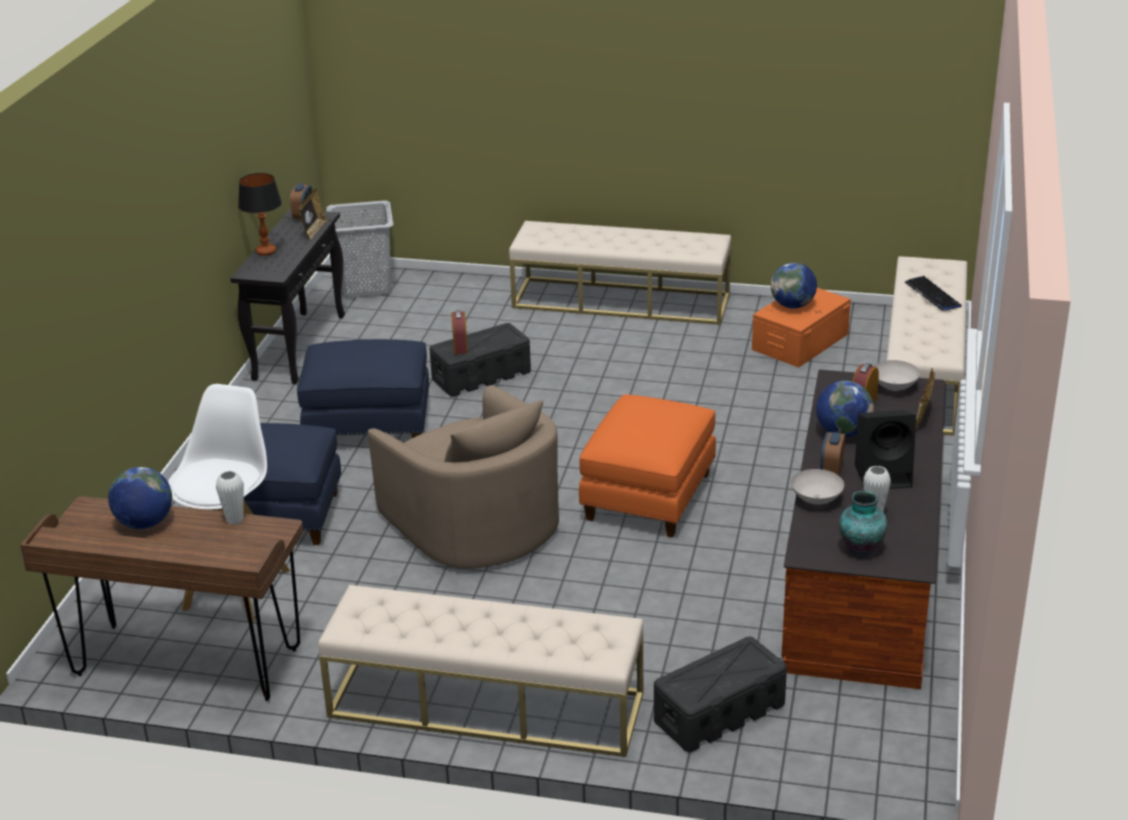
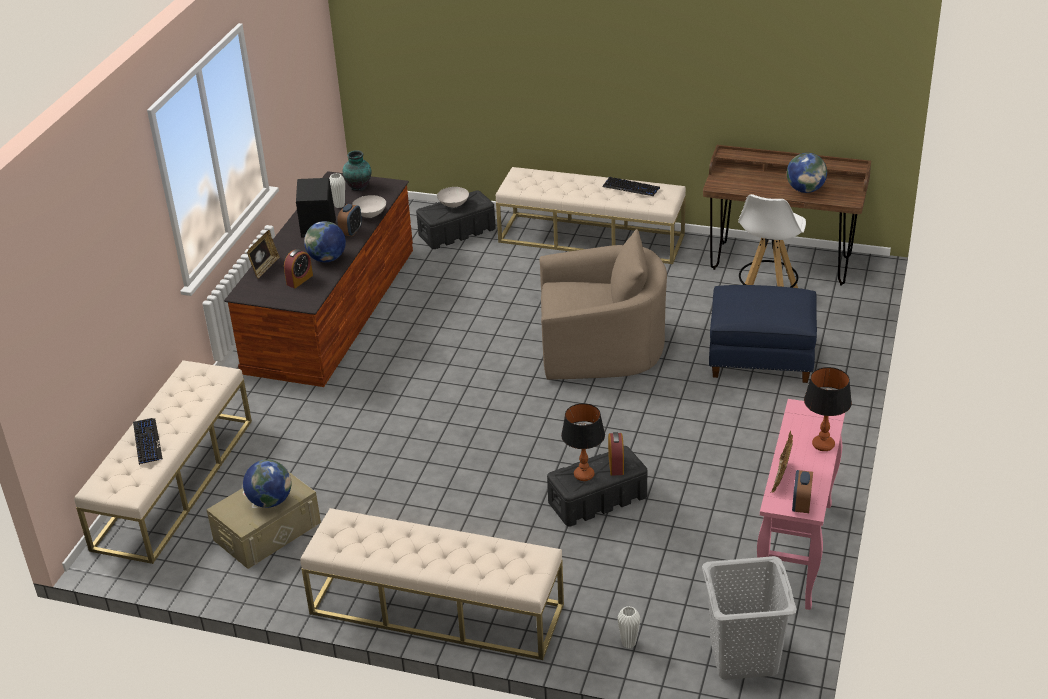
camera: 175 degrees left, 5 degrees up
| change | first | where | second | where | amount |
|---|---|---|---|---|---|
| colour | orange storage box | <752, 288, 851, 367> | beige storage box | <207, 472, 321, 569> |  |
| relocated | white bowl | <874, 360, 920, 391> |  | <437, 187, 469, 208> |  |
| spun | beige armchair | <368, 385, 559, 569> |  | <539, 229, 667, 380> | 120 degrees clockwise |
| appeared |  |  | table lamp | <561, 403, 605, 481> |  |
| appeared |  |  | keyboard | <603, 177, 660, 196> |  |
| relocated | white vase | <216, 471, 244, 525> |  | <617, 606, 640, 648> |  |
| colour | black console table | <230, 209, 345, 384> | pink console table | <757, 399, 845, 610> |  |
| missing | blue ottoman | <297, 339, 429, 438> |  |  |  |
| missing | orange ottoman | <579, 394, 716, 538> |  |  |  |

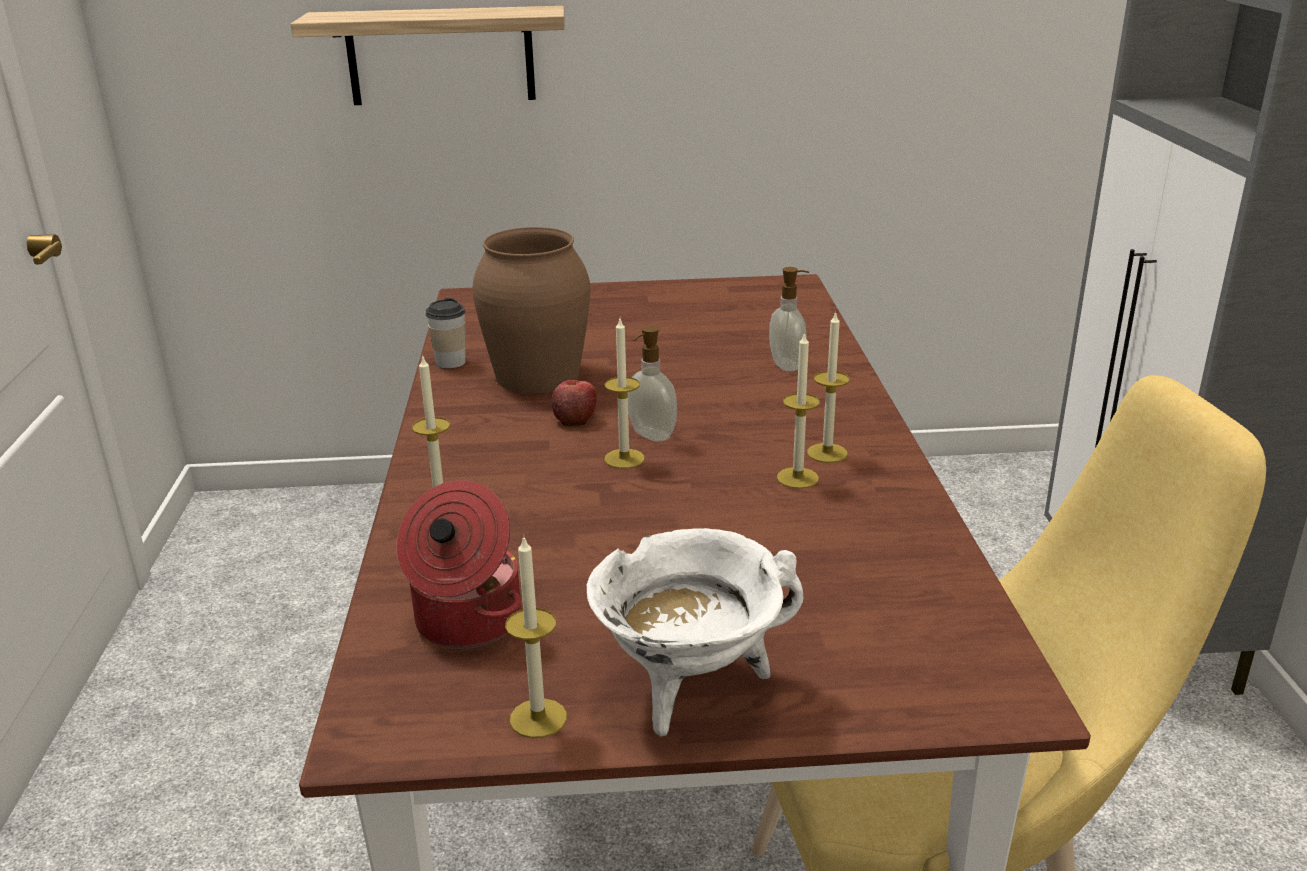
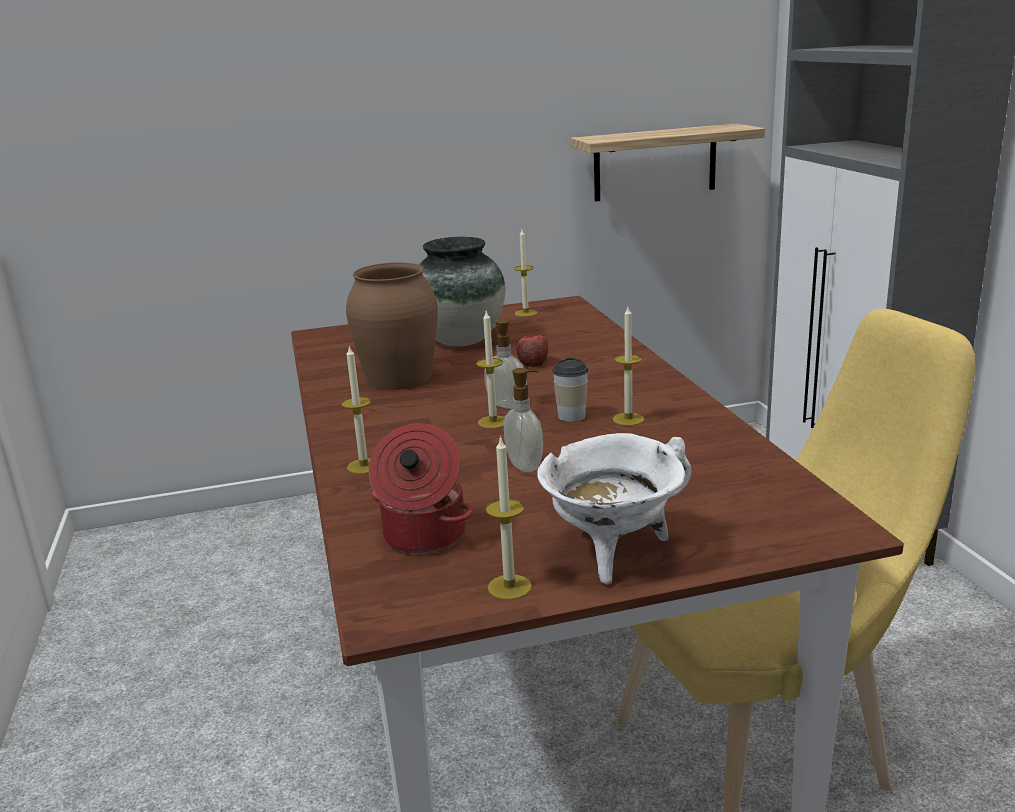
camera: 10 degrees left, 5 degrees down
| change | first | where | second | where | amount |
|---|---|---|---|---|---|
| appeared |  |  | vase | <418, 237, 505, 347> |  |
| relocated | soap dispenser | <769, 267, 809, 372> |  | <504, 368, 543, 472> |  |
| relocated | candle | <807, 311, 849, 463> |  | <514, 230, 537, 317> |  |
| relocated | apple | <551, 380, 597, 427> |  | <516, 335, 548, 367> |  |
| relocated | cup | <426, 298, 466, 368> |  | <552, 357, 588, 422> |  |
| relocated | shelf | <290, 6, 565, 105> |  | <571, 124, 765, 202> |  |

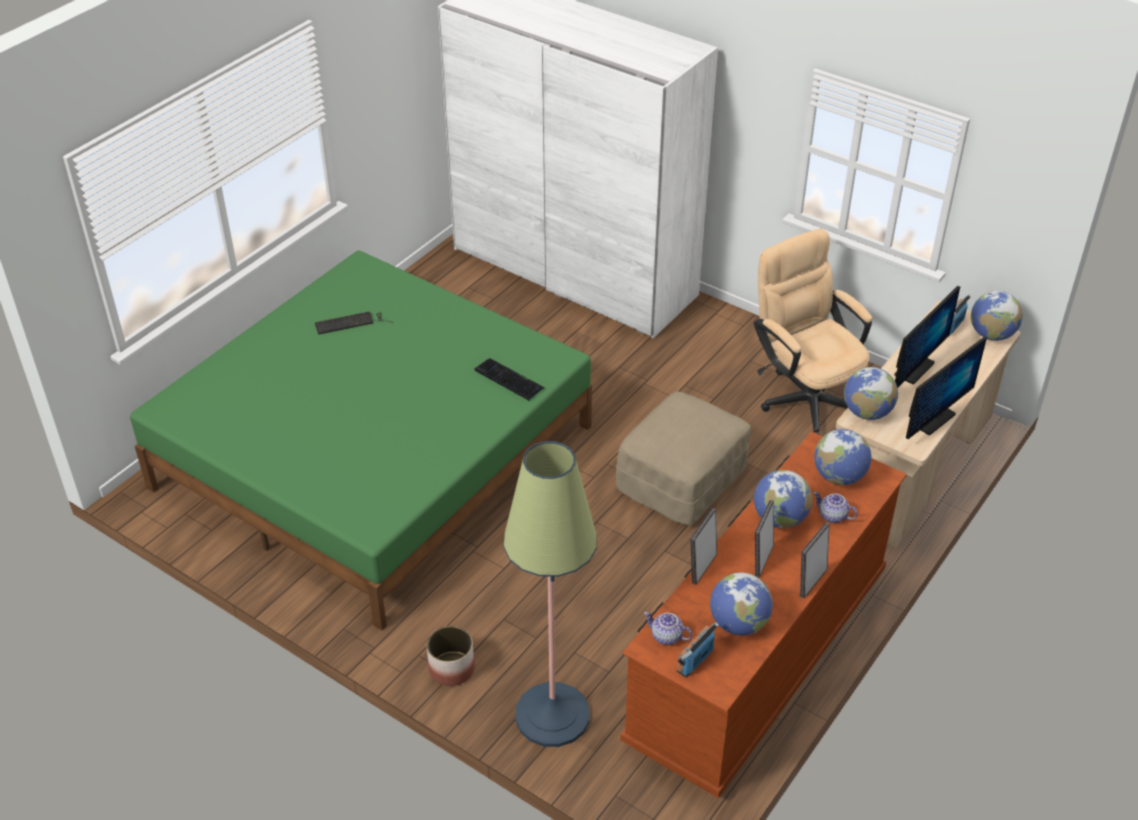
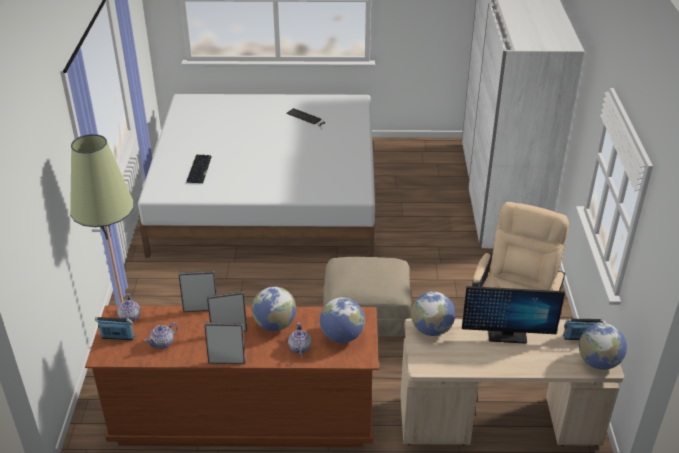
camera: 55 degrees right, 5 degrees down
| change | first | where | second | where | amount |
|---|---|---|---|---|---|
| colour | green bed | <130, 250, 592, 630> | white bed | <138, 94, 375, 258> |  |
| exchanged | globe | <710, 573, 773, 635> | teapot | <145, 322, 178, 349> |  |
| relocated | keyboard | <474, 358, 545, 401> |  | <186, 155, 212, 183> |  |
| missing | planter | <427, 626, 475, 686> |  |  |  |
| missing | monitor | <906, 337, 987, 439> |  |  |  |

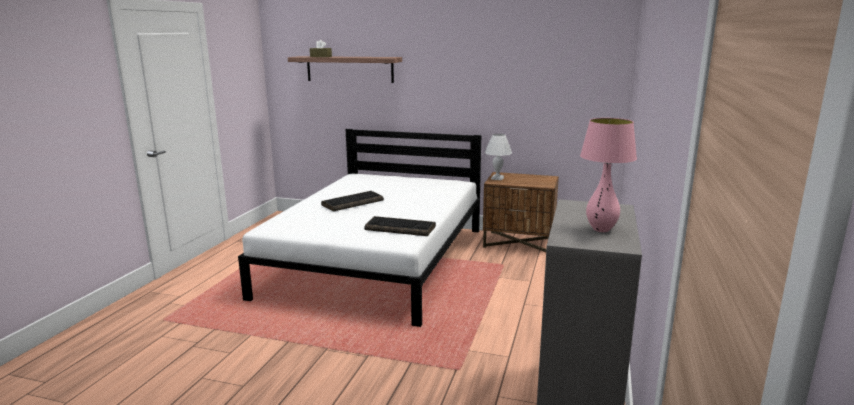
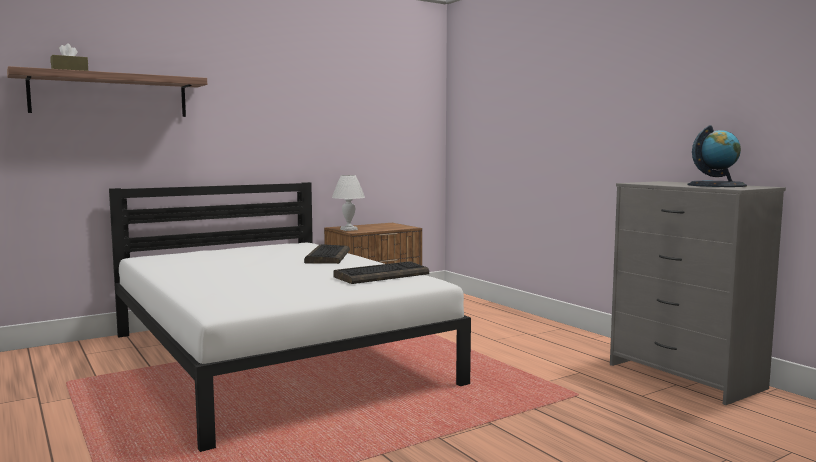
camera: 50 degrees left, 10 degrees down
| change | first | where | second | where | amount |
|---|---|---|---|---|---|
| relocated | keyboard | <321, 191, 384, 211> |  | <304, 244, 350, 264> |  |
| exchanged | pink table lamp | <580, 118, 637, 232> | globe | <688, 125, 747, 187> |  |

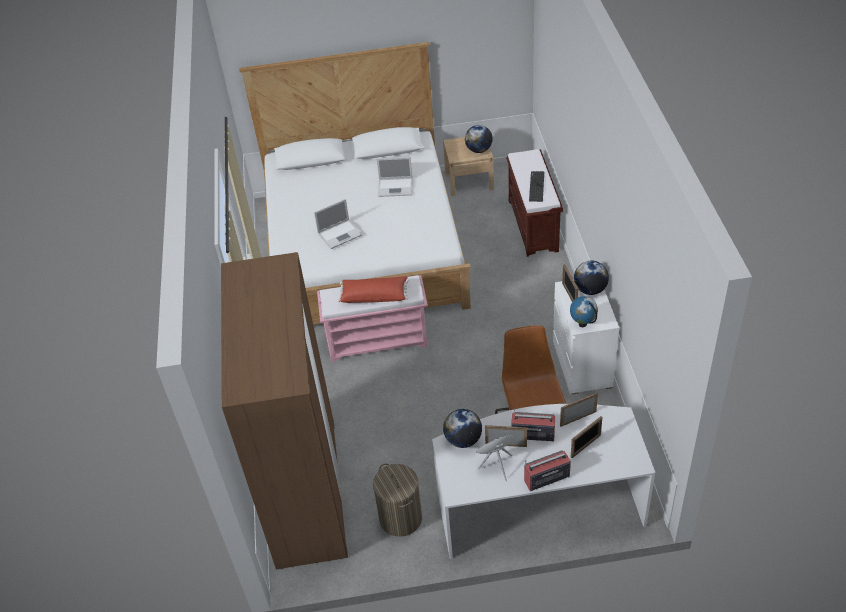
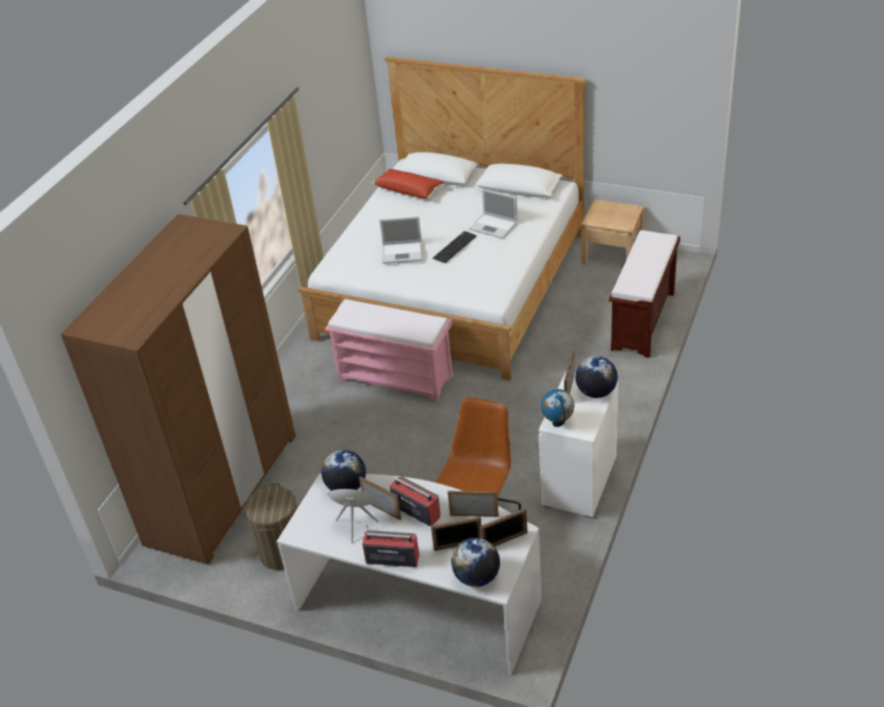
camera: 30 degrees right, 5 degrees down
| change | first | where | second | where | amount |
|---|---|---|---|---|---|
| relocated | red pillow | <337, 276, 410, 303> |  | <372, 169, 445, 199> |  |
| relocated | keyboard | <529, 171, 544, 202> |  | <433, 231, 476, 263> |  |
| relocated | globe | <465, 125, 493, 153> |  | <451, 538, 500, 587> |  |
| appeared |  |  | picture frame | <480, 508, 528, 547> |  |

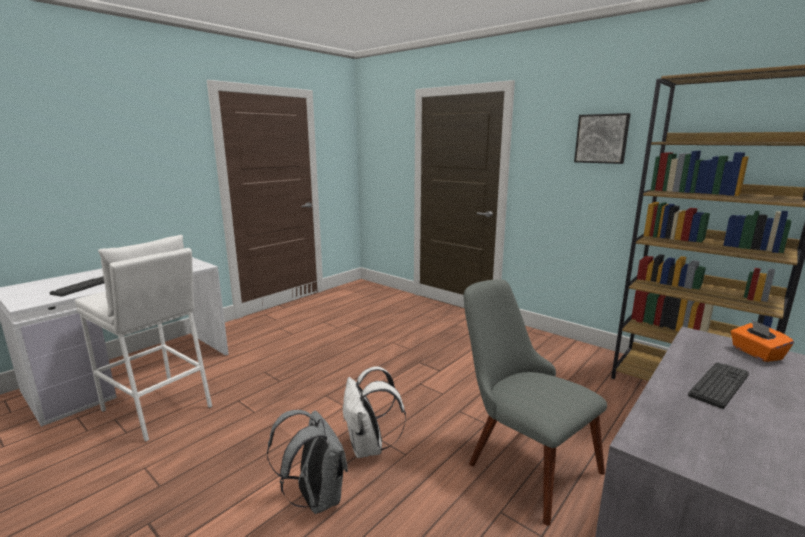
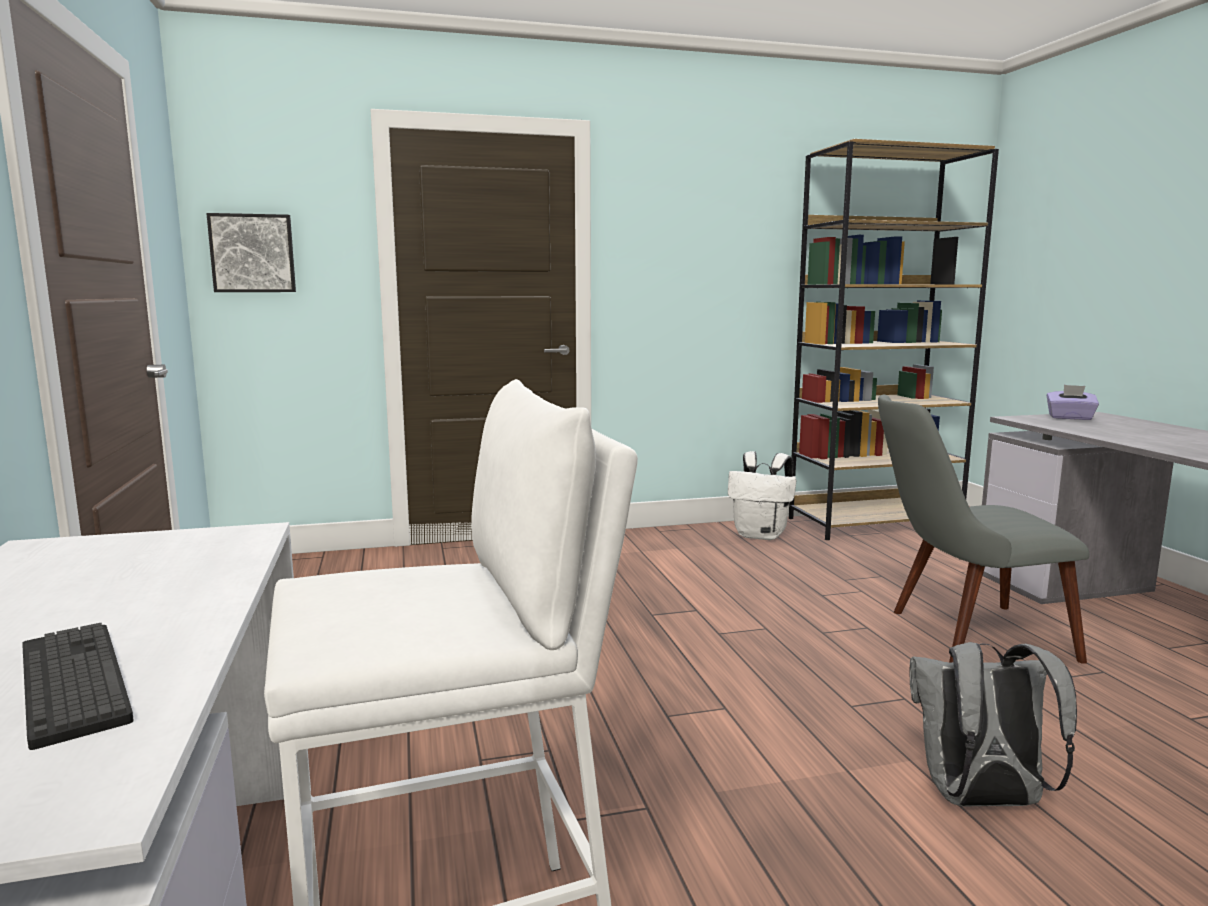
camera: 55 degrees left, 5 degrees down
| change | first | where | second | where | amount |
|---|---|---|---|---|---|
| relocated | picture | <574, 113, 631, 164> |  | <206, 213, 296, 292> |  |
| relocated | white backpack | <343, 366, 406, 458> |  | <728, 451, 796, 540> |  |
| colour | orange tissue box | <731, 320, 794, 362> | purple tissue box | <1047, 385, 1099, 420> |  |
| missing | keyboard | <688, 362, 749, 409> |  |  |  |

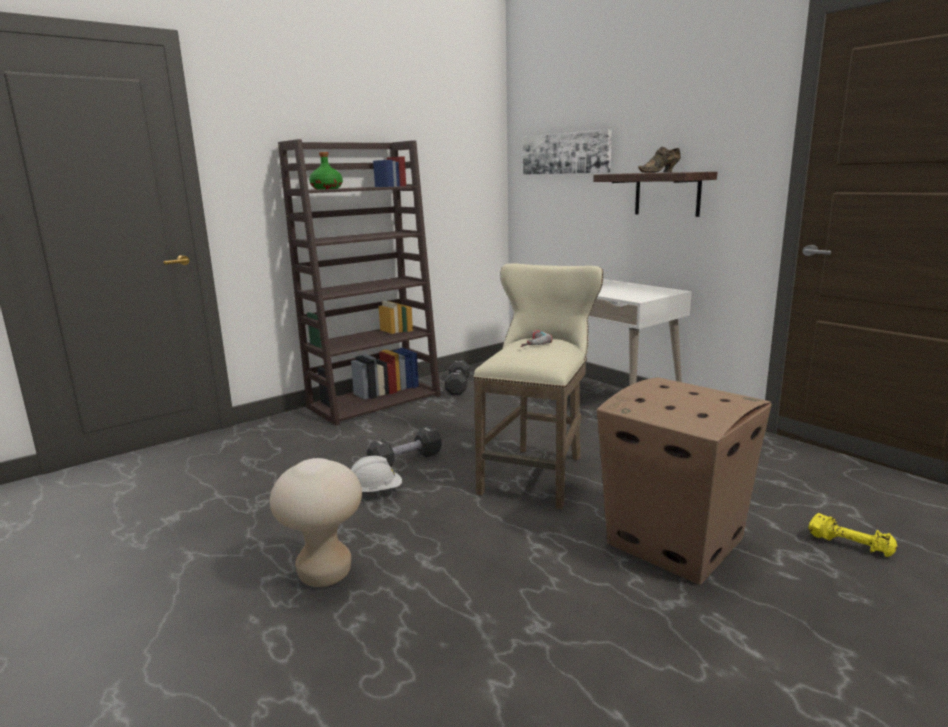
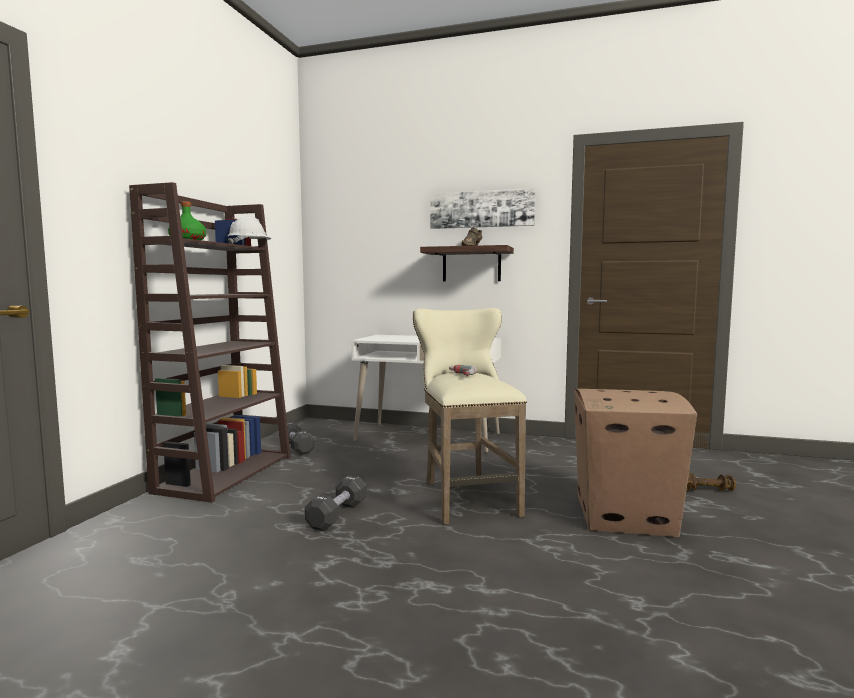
camera: 35 degrees left, 10 degrees down
| change | first | where | second | where | amount |
|---|---|---|---|---|---|
| relocated | white hard hat | <351, 456, 402, 492> |  | <228, 217, 271, 244> |  |
| relocated | picture | <523, 129, 612, 175> |  | <430, 188, 535, 229> |  |
| colour | yellow dumbbell | <808, 513, 897, 557> | brown dumbbell | <686, 473, 736, 491> |  |
| missing | beige stool | <270, 458, 362, 587> |  |  |  |

